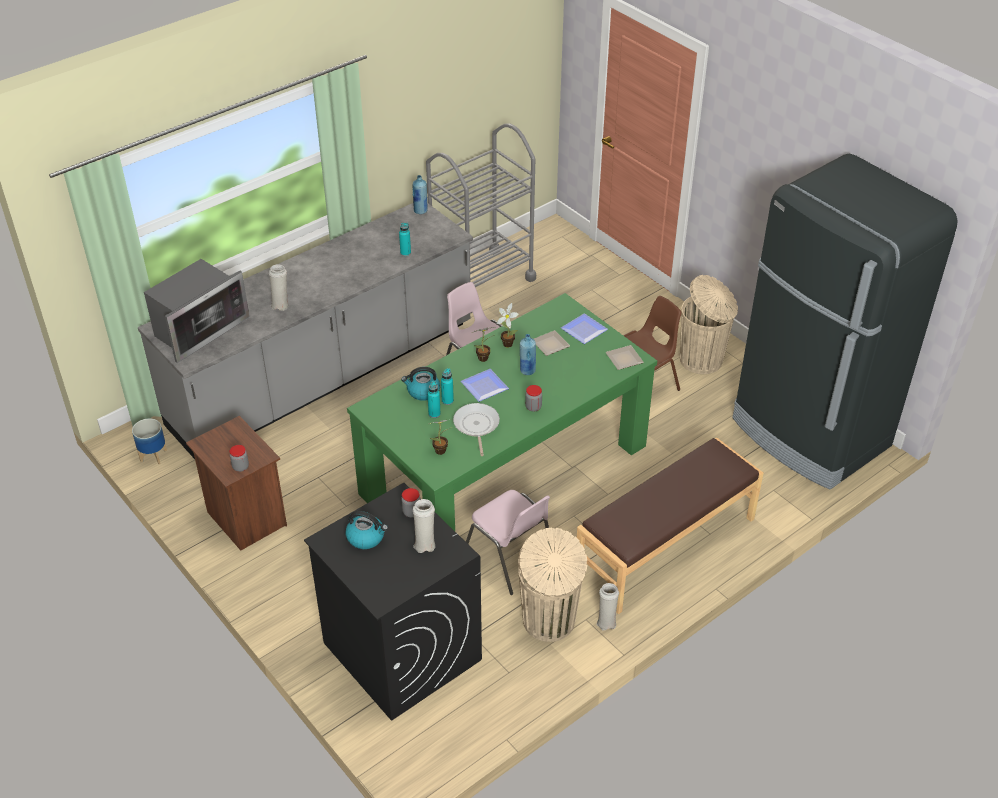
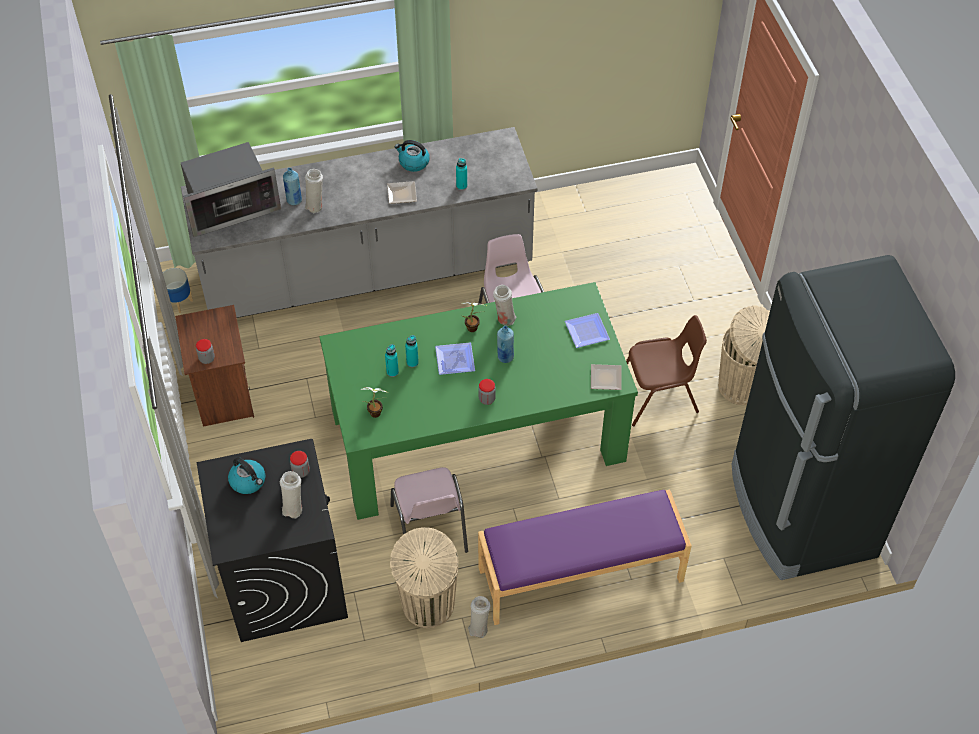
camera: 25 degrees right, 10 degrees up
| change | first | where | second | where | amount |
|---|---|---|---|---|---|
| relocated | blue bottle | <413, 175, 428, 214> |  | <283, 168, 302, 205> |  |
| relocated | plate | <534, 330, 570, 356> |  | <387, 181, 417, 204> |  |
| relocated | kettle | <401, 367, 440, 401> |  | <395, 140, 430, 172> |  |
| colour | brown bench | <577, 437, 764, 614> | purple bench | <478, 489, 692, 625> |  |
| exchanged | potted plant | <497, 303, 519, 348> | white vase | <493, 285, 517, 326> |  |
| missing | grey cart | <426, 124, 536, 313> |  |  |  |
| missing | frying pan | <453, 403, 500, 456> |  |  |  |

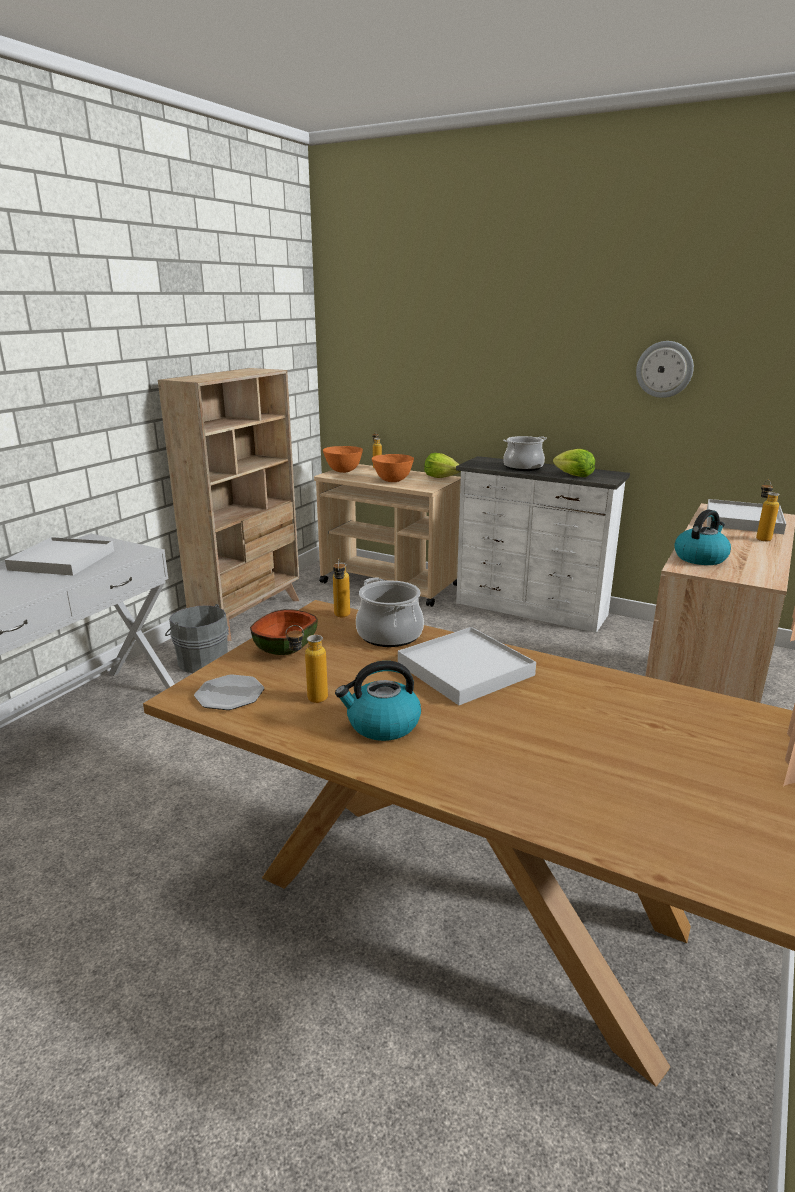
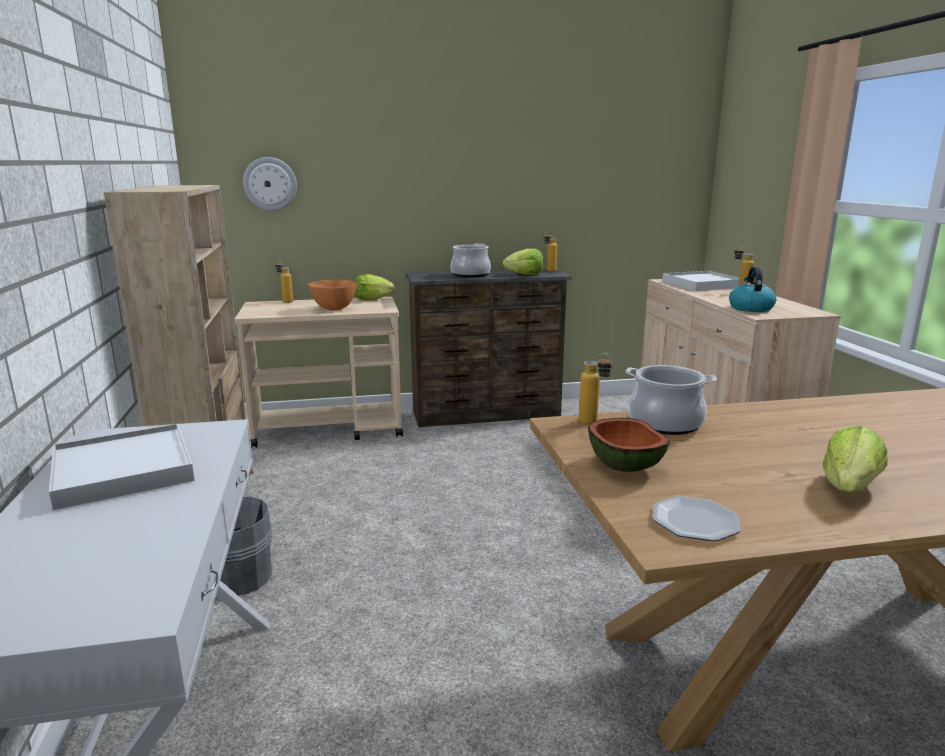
camera: 40 degrees left, 5 degrees down
| change | first | where | second | where | amount |
|---|---|---|---|---|---|
| relocated | wall clock | <636, 341, 694, 398> |  | <243, 157, 297, 211> |  |
| colour | white dresser | <456, 456, 630, 633> | brown dresser | <406, 268, 572, 427> |  |
| relocated | bottle | <286, 625, 328, 703> |  | <544, 231, 557, 271> |  |
| exchanged | kettle | <335, 661, 421, 741> | lettuce | <823, 426, 888, 493> |  |
| missing | orange bowl | <323, 446, 363, 473> |  |  |  |
| missing | white tray | <398, 627, 536, 705> |  |  |  |

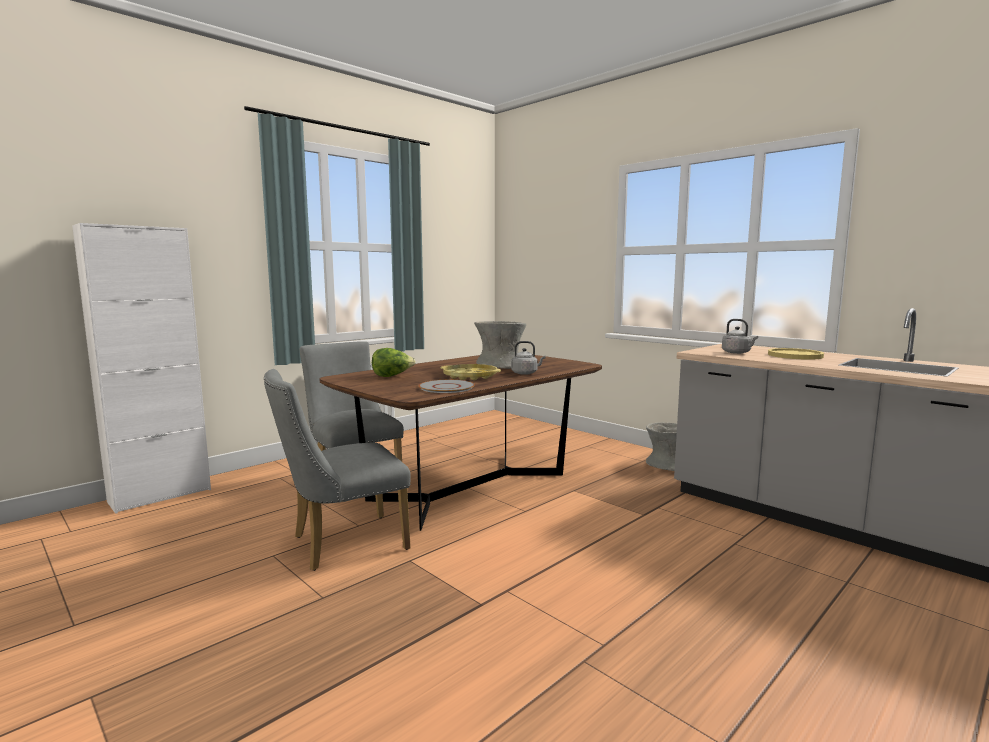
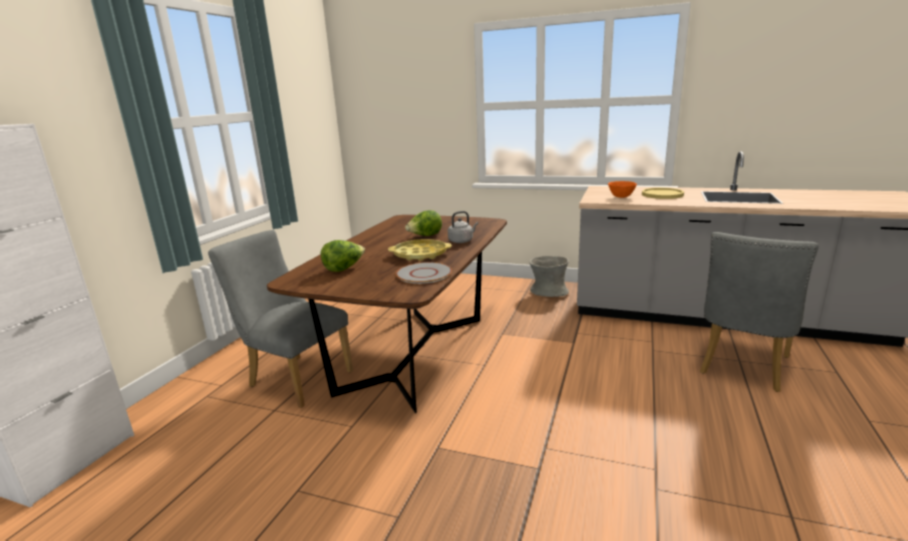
camera: 25 degrees left, 10 degrees up
| change | first | where | second | where | amount |
|---|---|---|---|---|---|
| exchanged | grey vase | <474, 321, 526, 369> | lettuce | <405, 210, 442, 236> |  |
| exchanged | grey kettle | <722, 319, 758, 354> | orange bowl | <608, 181, 637, 198> |  |
| relocated | grey chair | <264, 369, 411, 571> |  | <700, 232, 819, 392> |  |

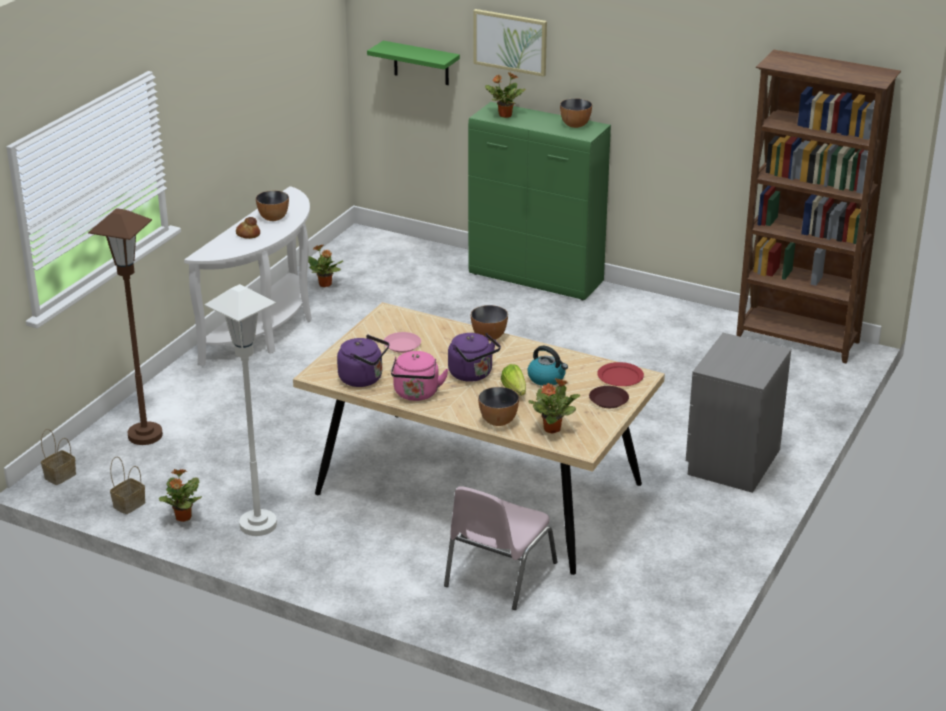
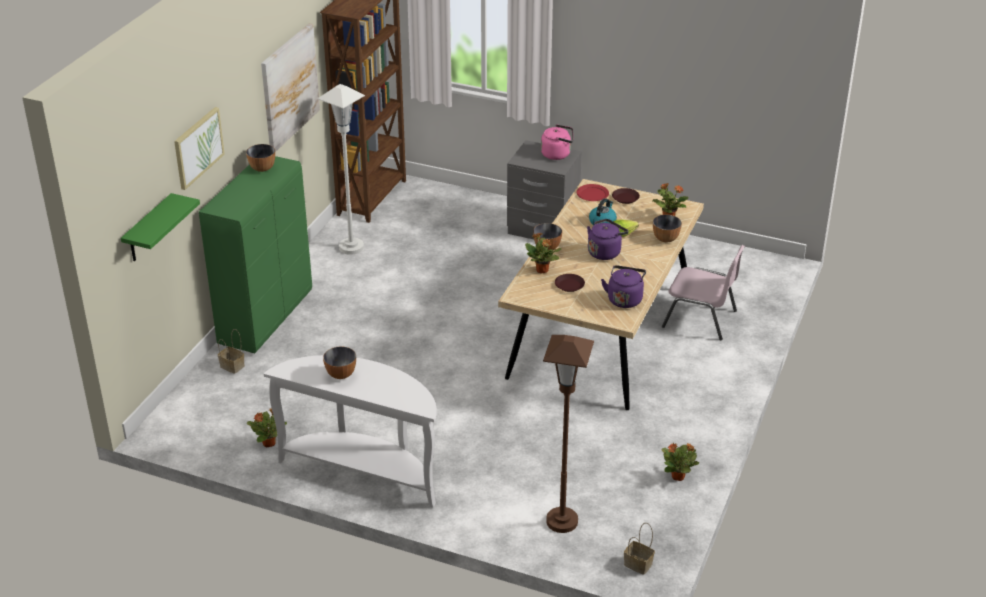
camera: 95 degrees left, 5 degrees up
| change | first | where | second | where | amount |
|---|---|---|---|---|---|
| relocated | basket | <110, 456, 145, 514> |  | <218, 329, 245, 374> |  |
| appeared |  |  | picture | <261, 23, 320, 152> |  |
| relocated | white floor lamp | <204, 284, 277, 536> |  | <318, 84, 365, 255> |  |
| relocated | potted plant | <485, 72, 526, 118> |  | <525, 233, 561, 274> |  |
| relocated | pink kettle | <391, 351, 449, 401> |  | <541, 124, 573, 160> |  |
| colour | pink plate | <384, 332, 421, 353> | brown plate | <555, 274, 585, 292> |  |
| missing | bread | <236, 217, 260, 239> |  |  |  |

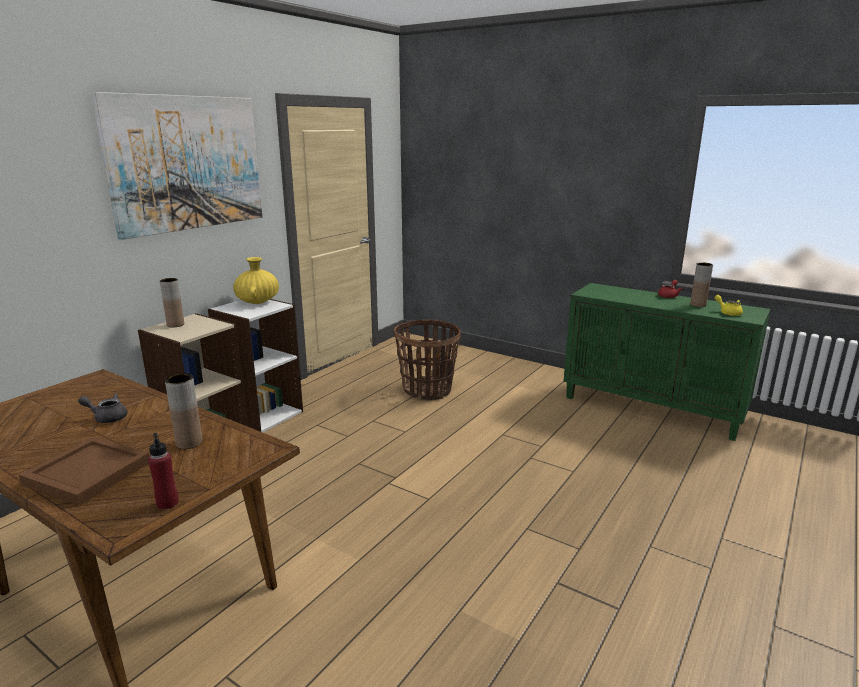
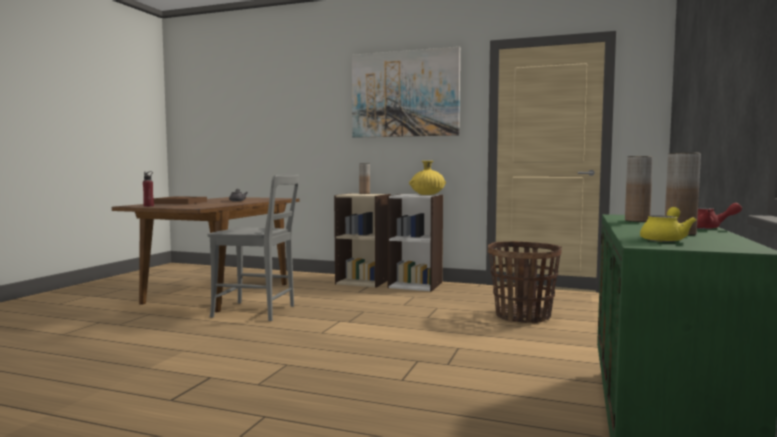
camera: 75 degrees right, 15 degrees down
| change | first | where | second | where | amount |
|---|---|---|---|---|---|
| appeared |  |  | grey chair | <207, 174, 299, 321> |  |
| relocated | brown vase | <165, 373, 203, 449> |  | <625, 156, 653, 222> |  |

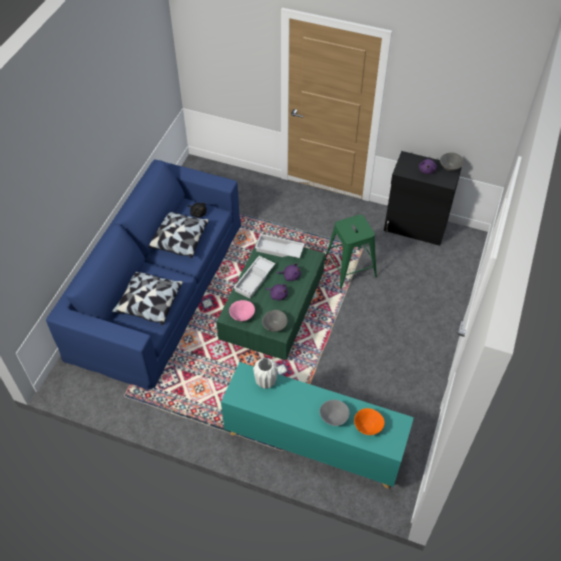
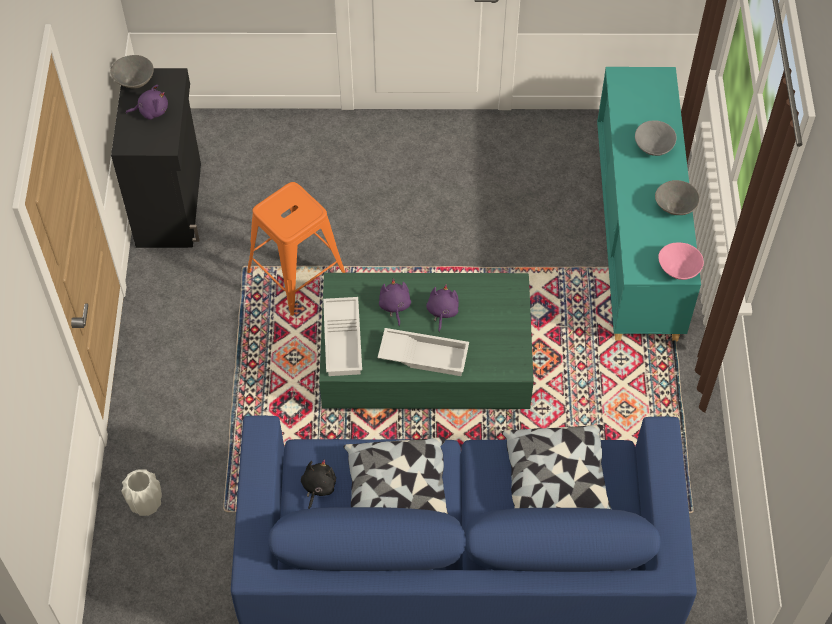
camera: 110 degrees left, 5 degrees up
| change | first | where | second | where | amount |
|---|---|---|---|---|---|
| relocated | white vase | <253, 358, 278, 389> |  | <121, 469, 162, 516> |  |
| colour | green stool | <325, 215, 377, 288> | orange stool | <247, 182, 345, 316> |  |
| relocated | grey bowl | <262, 310, 287, 332> |  | <655, 180, 700, 215> |  |
| relocated | pink bowl | <229, 300, 255, 321> |  | <658, 243, 704, 280> |  |
| missing | orange bowl | <354, 408, 385, 435> |  |  |  |

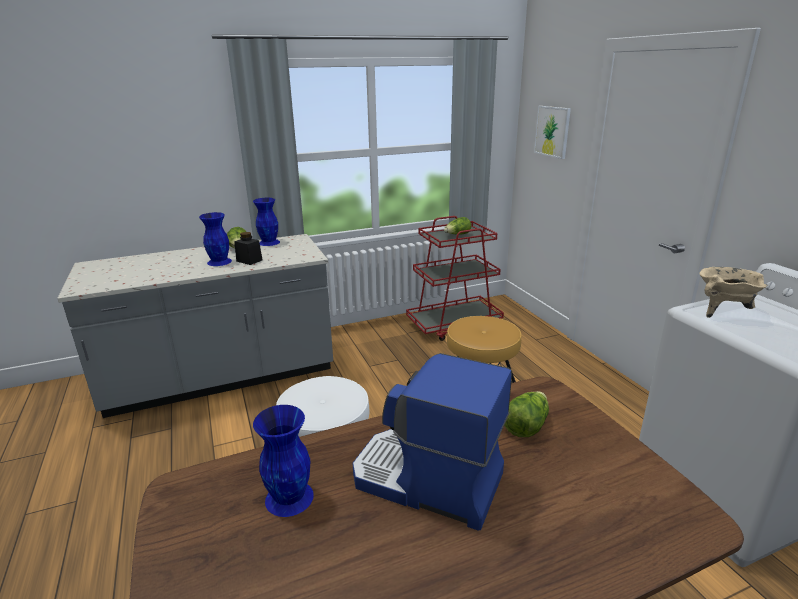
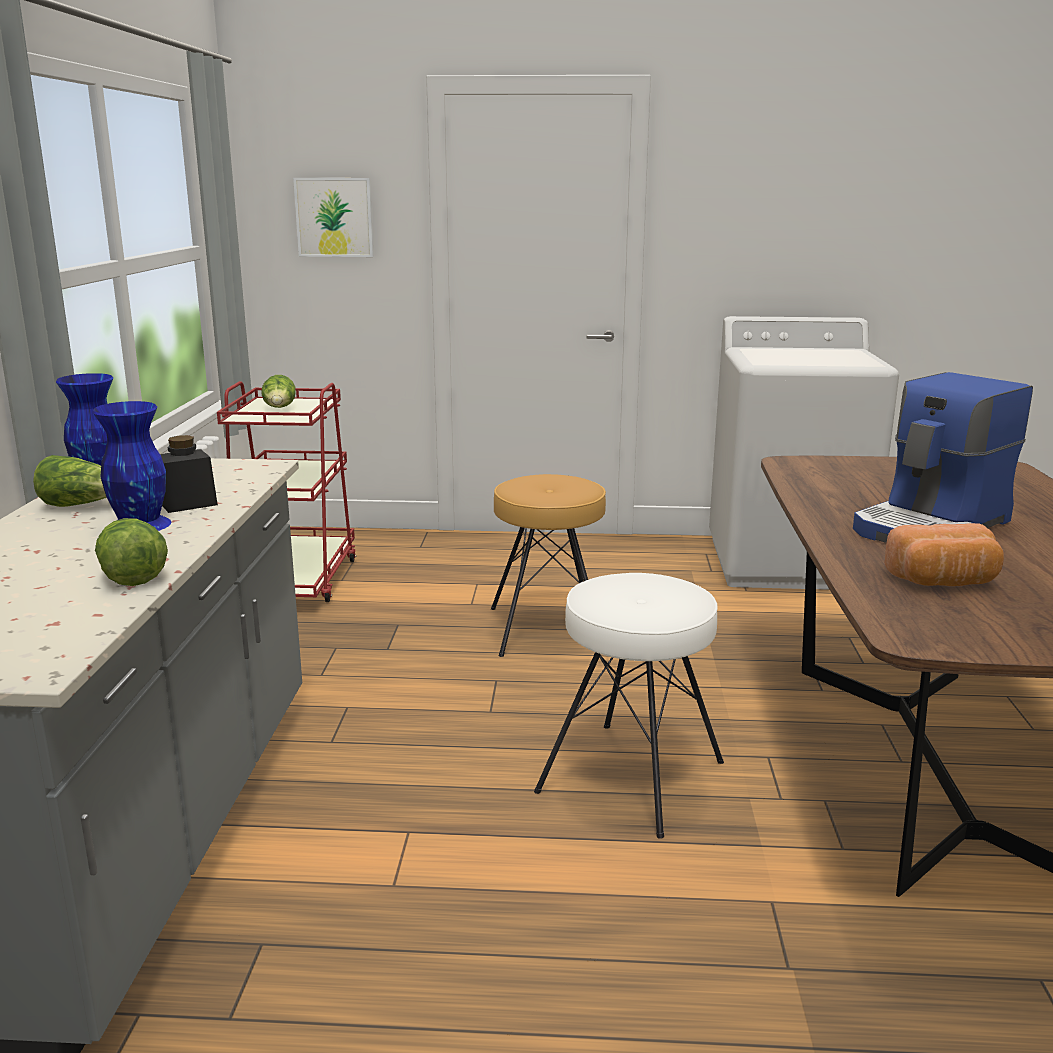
camera: 65 degrees left, 5 degrees down
| change | first | where | second | where | amount |
|---|---|---|---|---|---|
| relocated | lettuce | <504, 391, 549, 437> |  | <95, 518, 168, 586> |  |
| exchanged | blue vase | <253, 405, 314, 517> | bread | <884, 523, 1004, 586> |  |
| missing | beige cooking pot | <699, 267, 767, 318> |  |  |  |

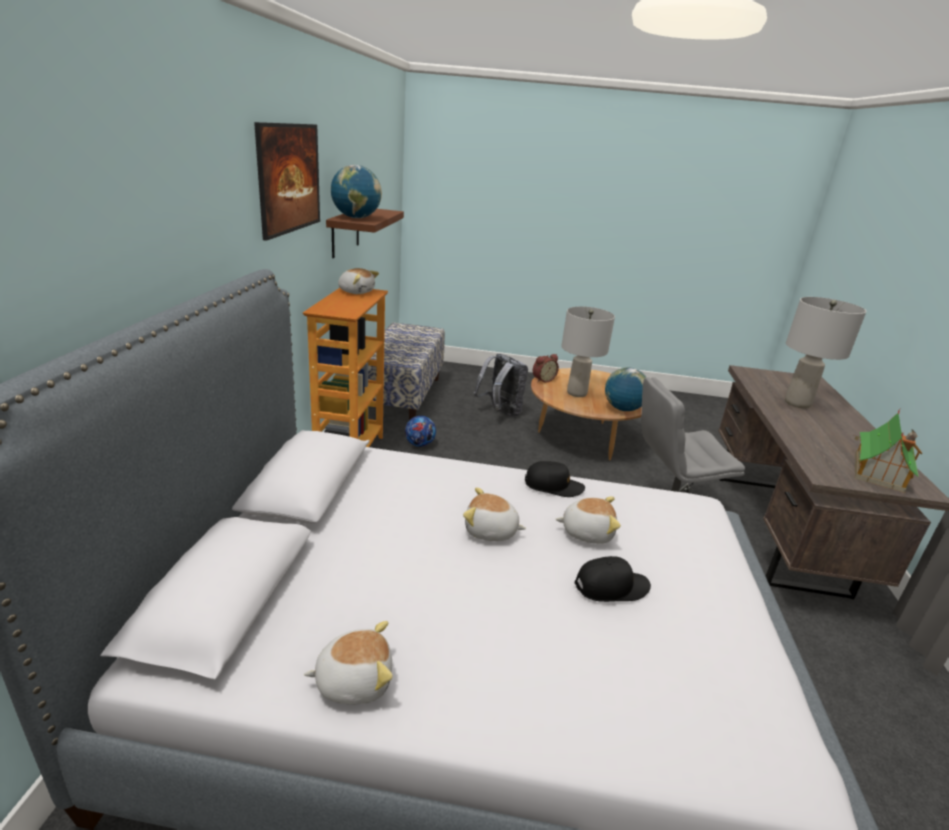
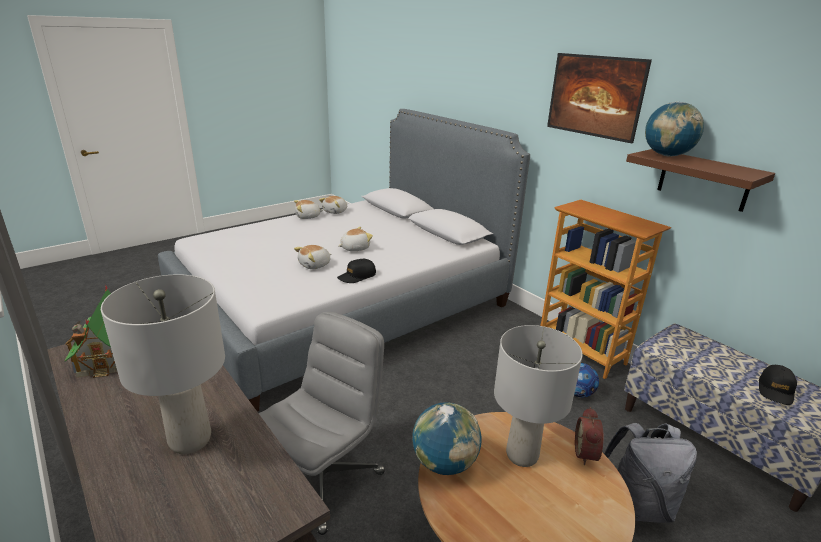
camera: 135 degrees right, 0 degrees up
| change | first | where | second | where | amount |
|---|---|---|---|---|---|
| relocated | plush toy | <338, 268, 379, 294> |  | <294, 200, 324, 219> |  |
| relocated | black cap | <575, 556, 651, 602> |  | <759, 365, 797, 405> |  |

